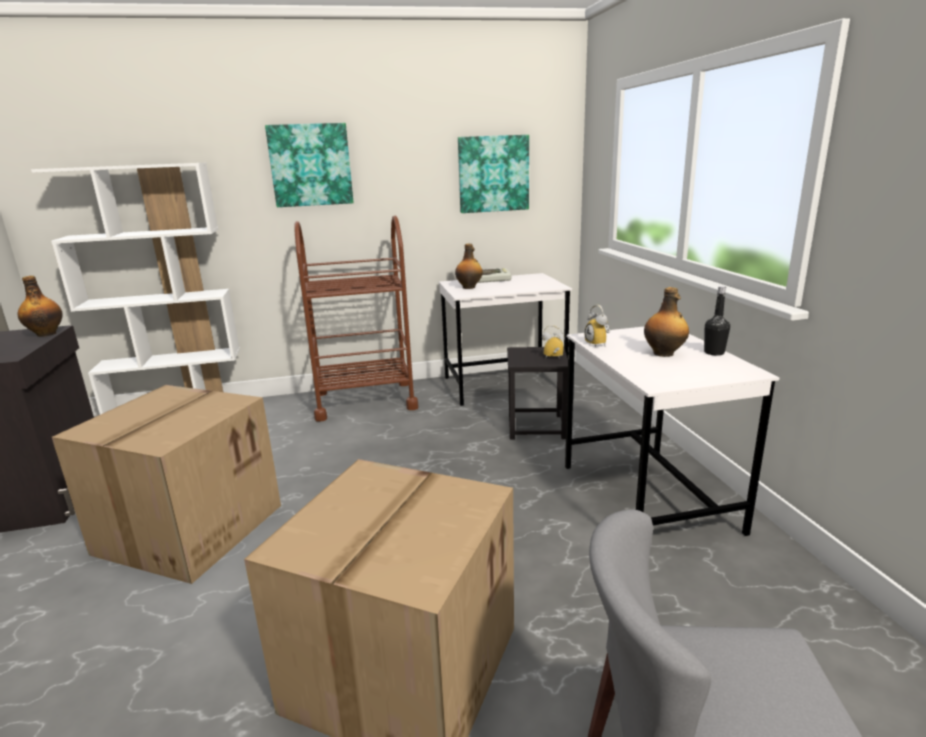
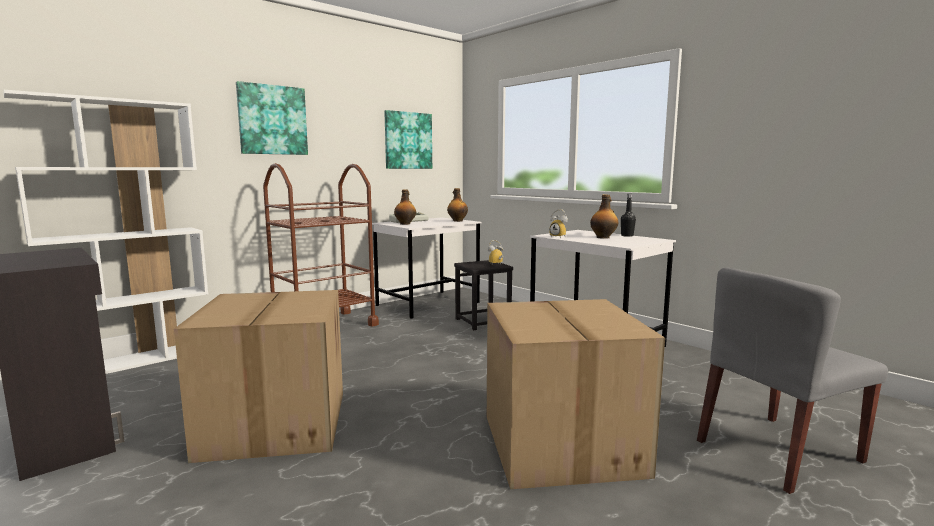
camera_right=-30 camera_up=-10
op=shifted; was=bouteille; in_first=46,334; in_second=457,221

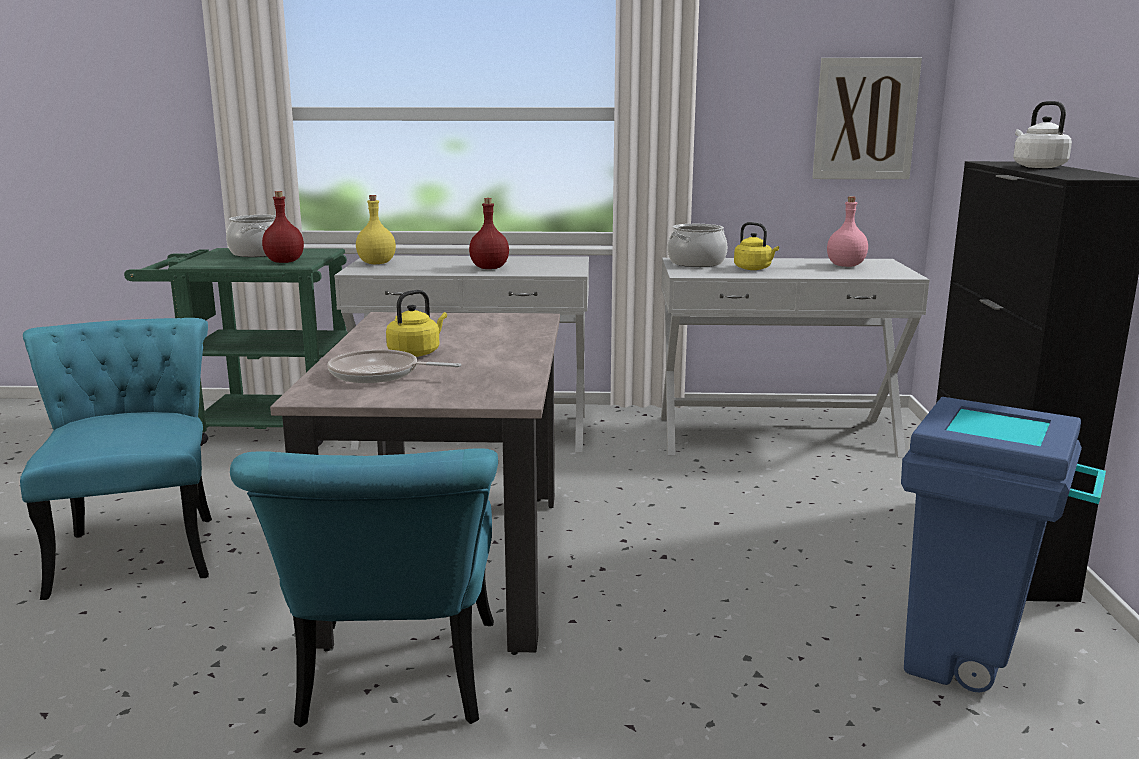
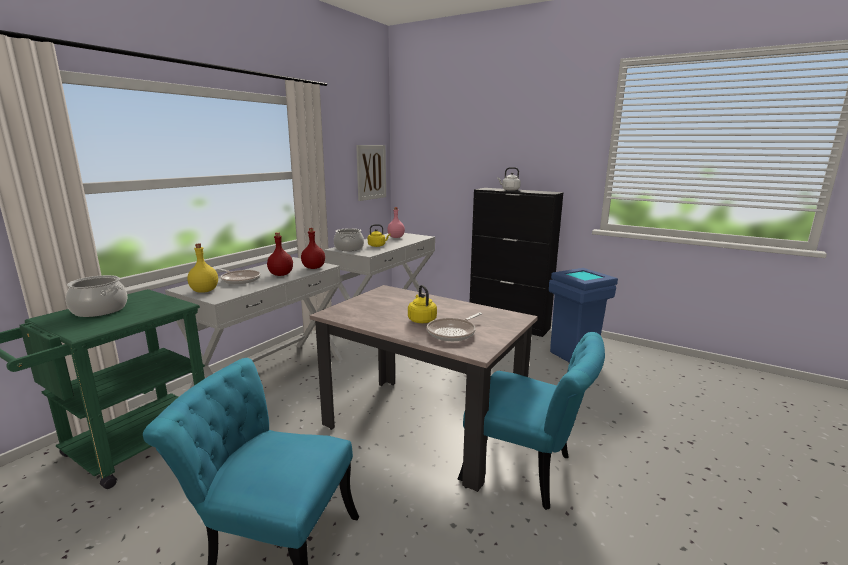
camera_right=-60 camera_up=0
op=new; now=poêle; in_second=239,279
op=shifted; was=bouteille [rouge]; in_first=285,262; in_second=313,268

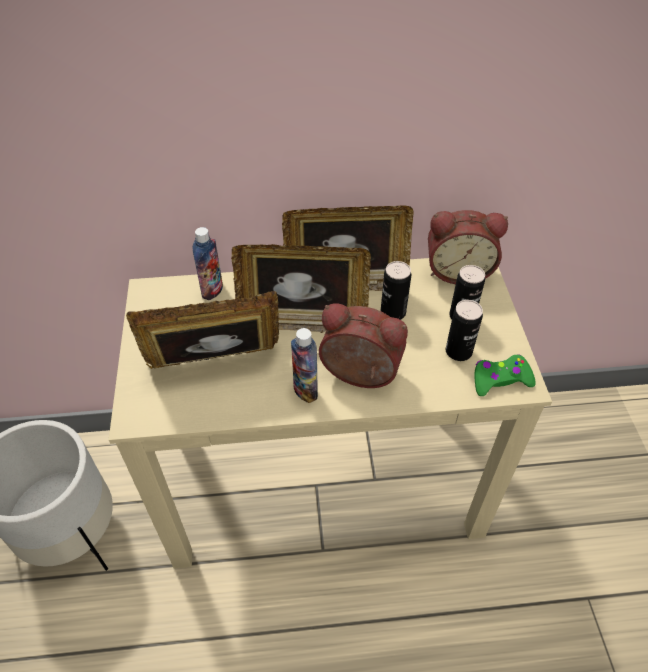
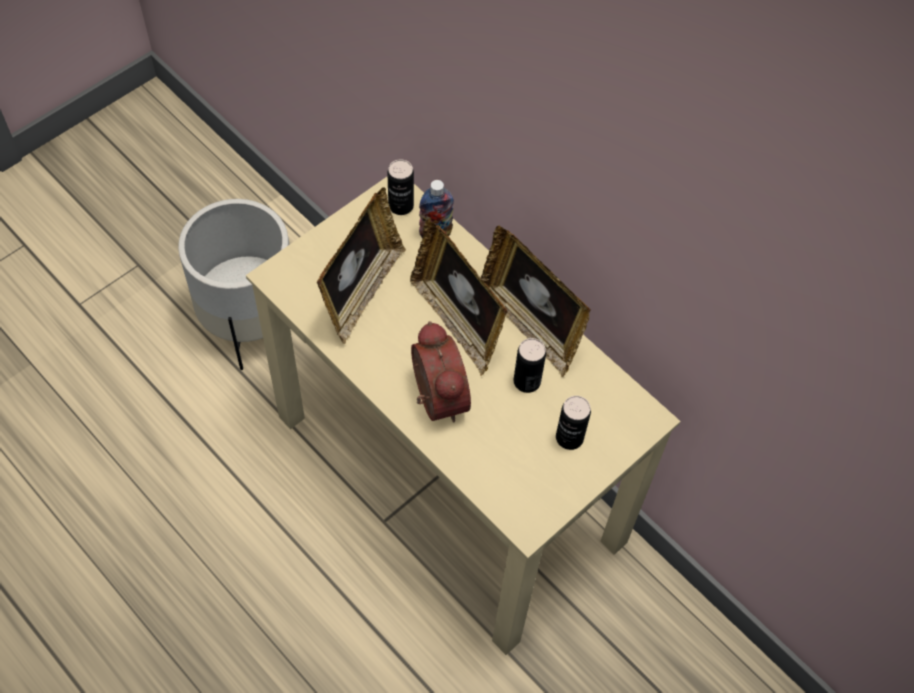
camera_right=50 camera_up=10
op=rotated; was=cadre photo; in_first=215,366; in_second=362,292; clockwise=75
op=shifted; was=boîte métallique; in_first=458,351; in_second=401,205
op=gone; was=bouteille; in_first=305,390
op=gone; was=réveil; in_first=458,270
op=gone; was=manette [vert]; in_first=500,380

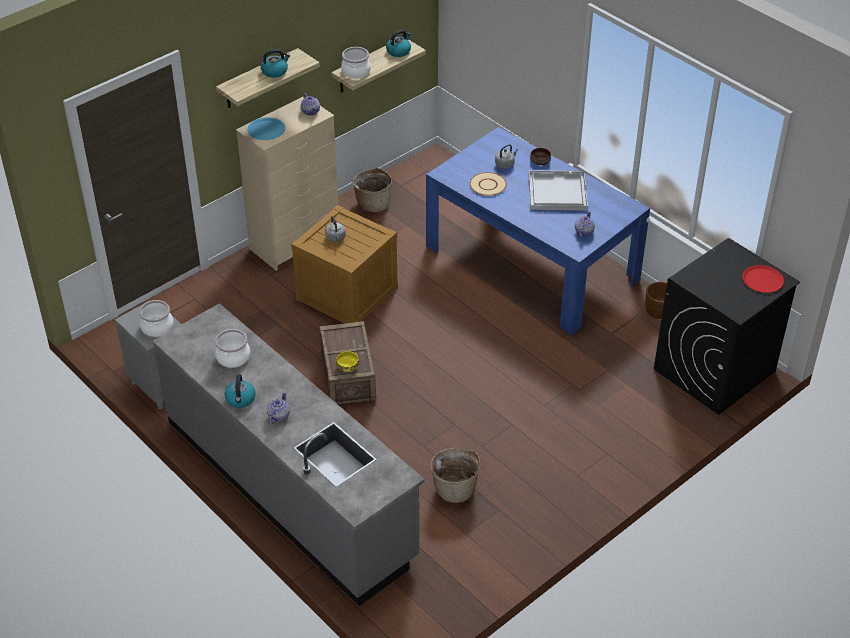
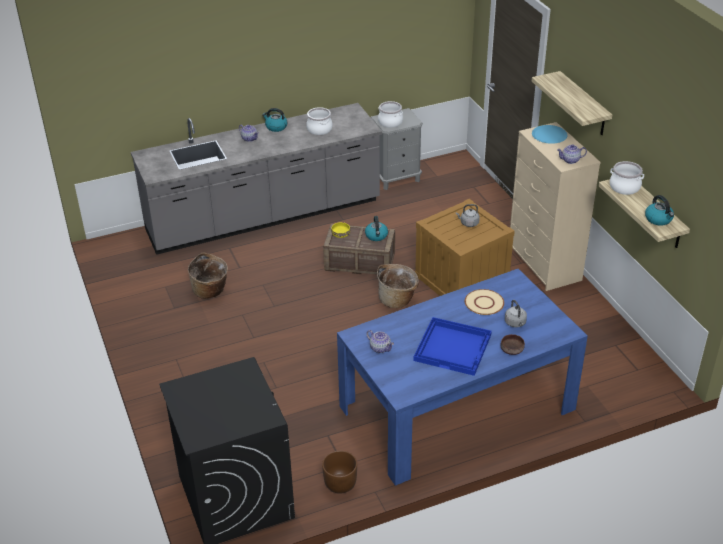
camera_right=110 camera_up=-5
op=shifted; was=bouilloire; in_first=275,71; in_second=376,236
op=shifted; was=panier; in_first=373,203; in_second=397,299
op=repainted; was=plateau [blanc]; now=plateau [bleu]; in_first=557,191; in_second=453,347
op=gone; was=assiette [rouge]; in_first=762,280

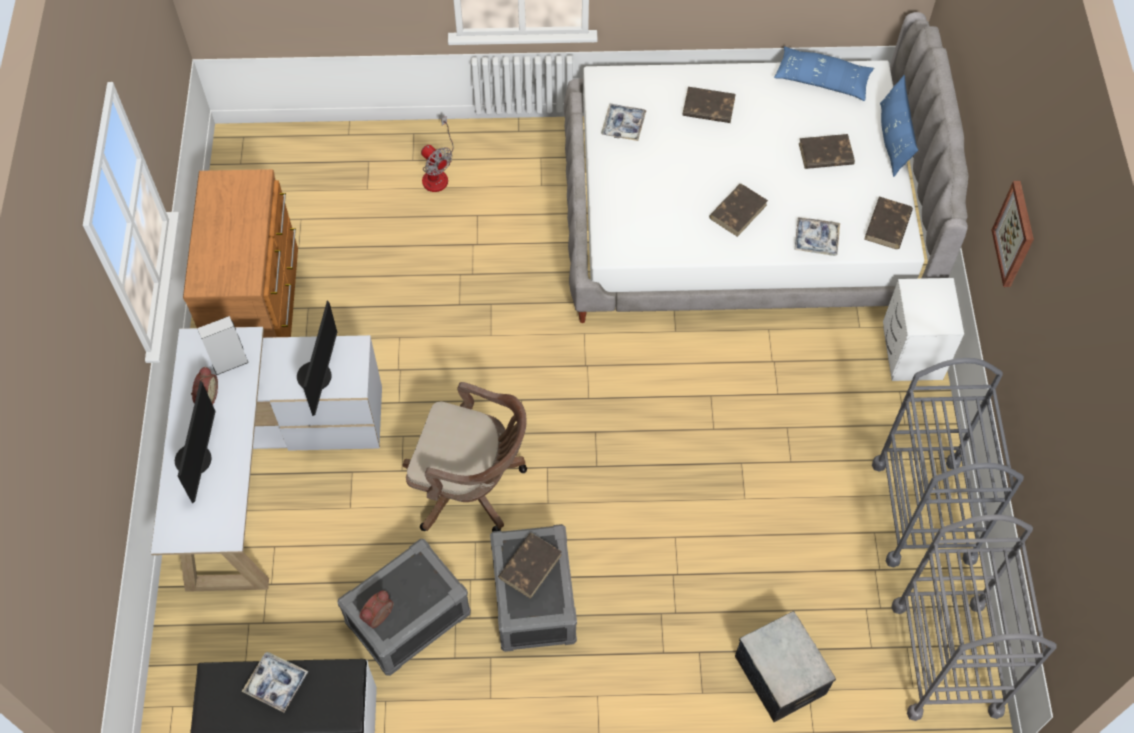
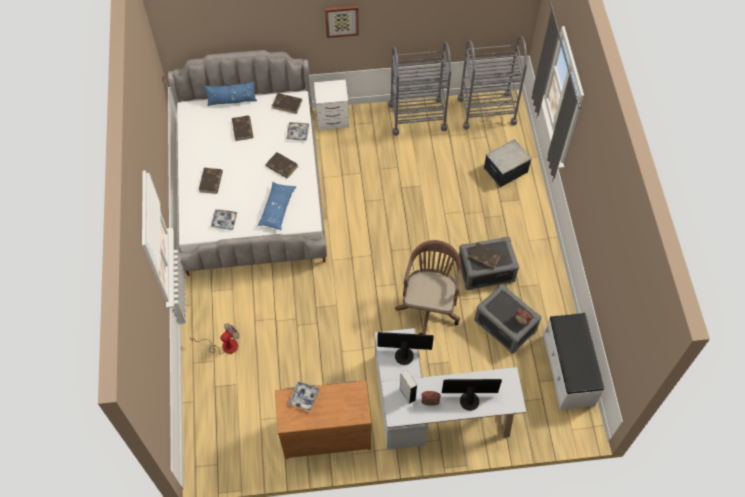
camera_right=-95 camera_up=0
op=shifted; was=coussin [bleu]; in_first=822,80; in_second=277,209
op=shifted; was=plateau; in_first=276,683; in_second=304,397

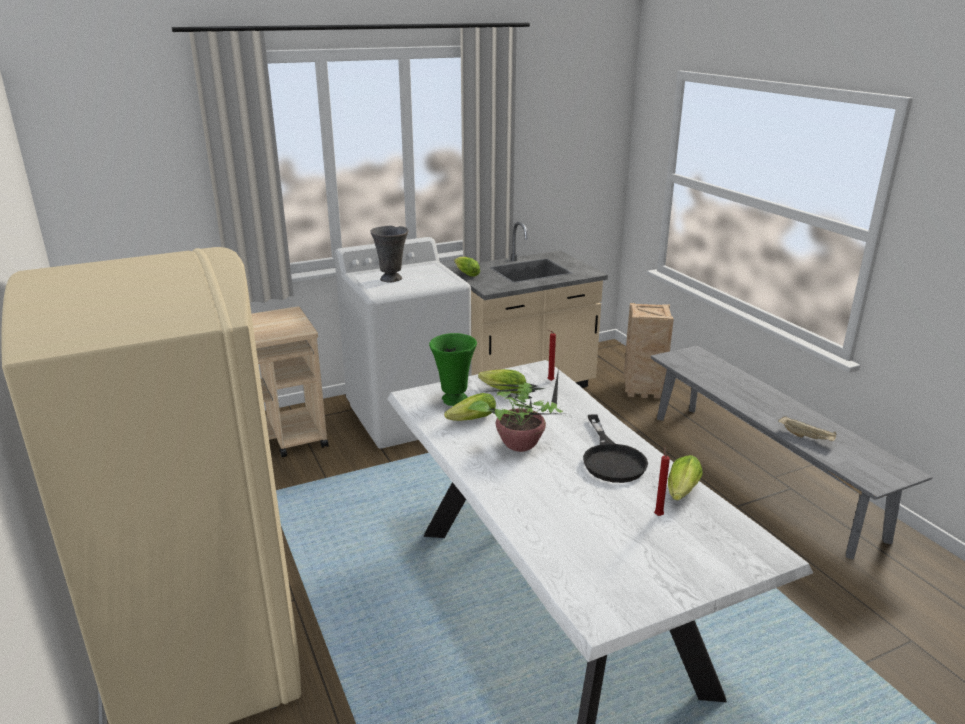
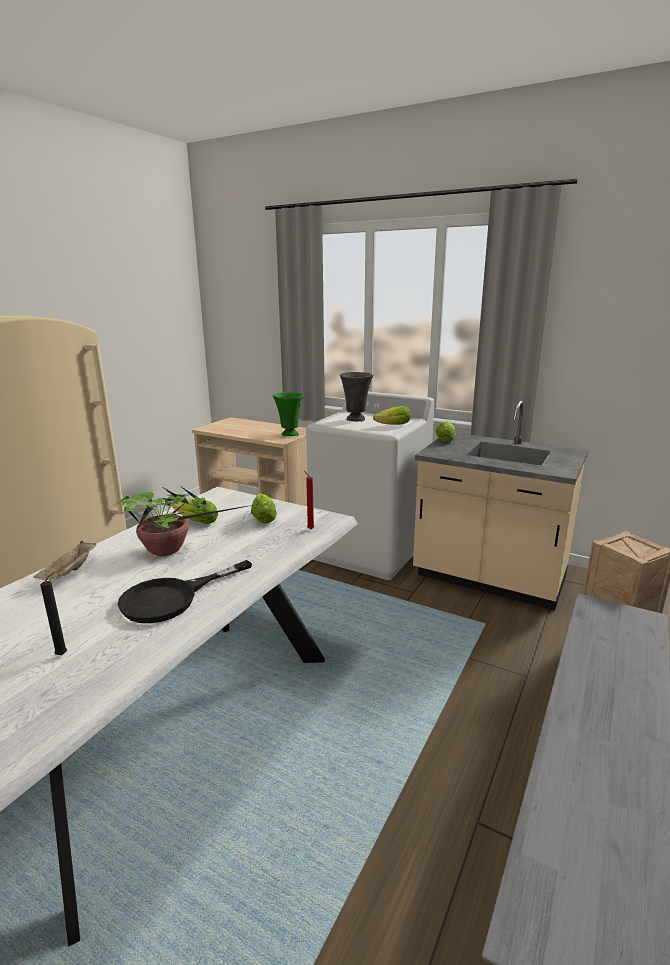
camera_right=55 camera_up=-5
op=shifted; was=plateau [beige]; in_first=806,437; in_second=70,572
op=repainted; was=bougie [rouge]; now=bougie [noir]; in_first=658,515; in_second=64,654
op=shifted; was=vase [vert]; in_first=454,400; in_second=289,434
op=shifted; was=laitue; in_first=681,493; in_second=391,425

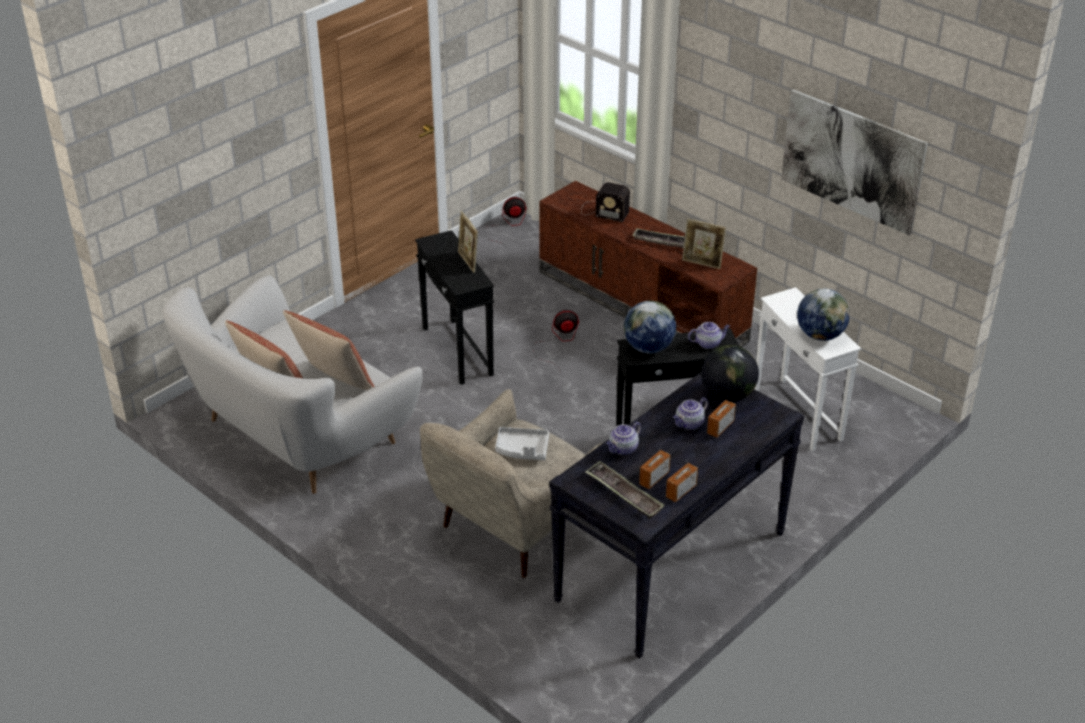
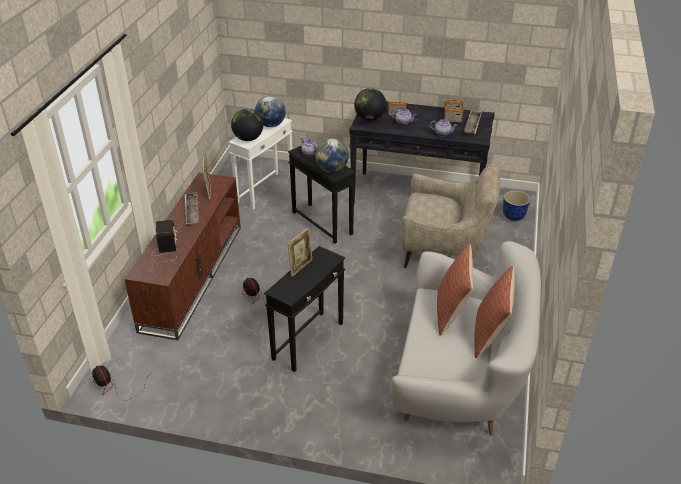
camera_right=-120 camera_up=0
op=new; now=globe; in_second=248,138
op=new; now=cache-pot; in_second=514,216
op=gone; was=plateau [gris]; in_first=522,450
op=gone; was=tableau; in_first=852,161

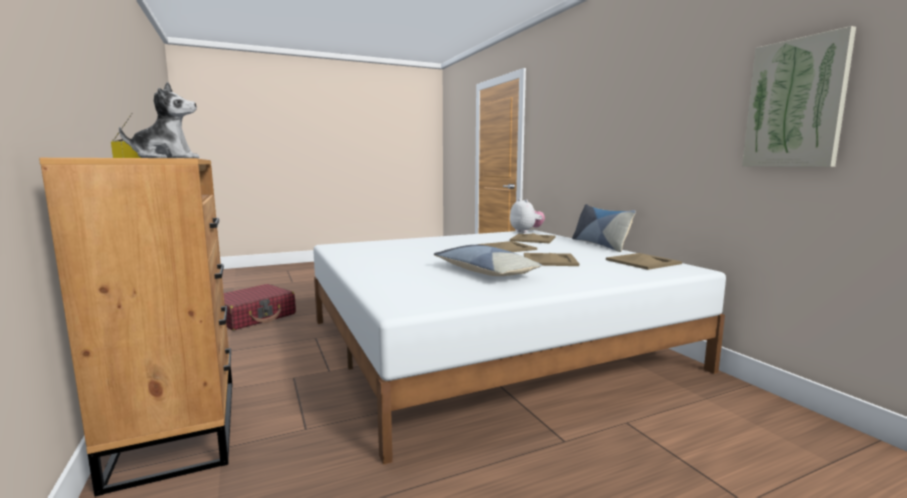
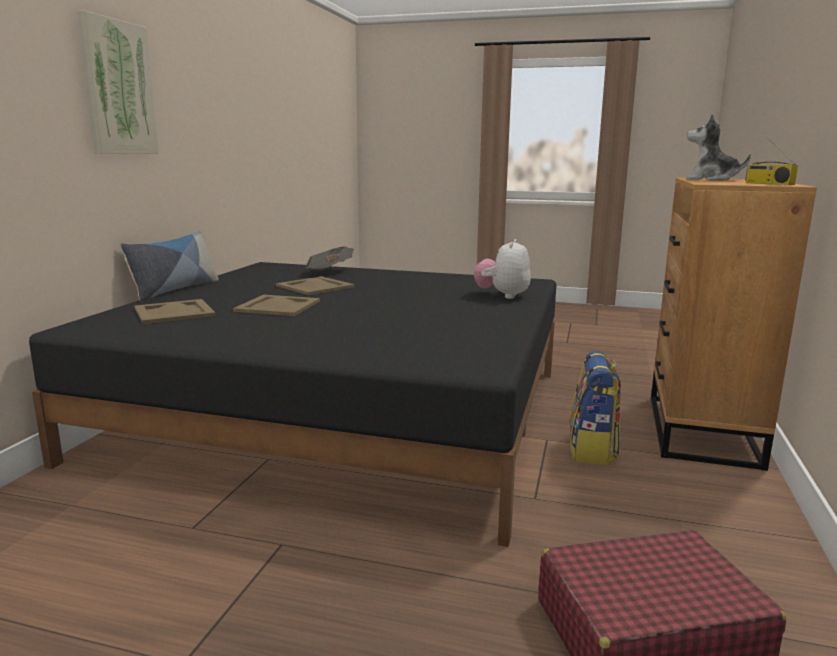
camera_right=-140 camera_up=5
op=repainted; was=lit [blanc]; now=lit [noir]; in_first=489,343; in_second=344,412
op=shifted; was=tableau; in_first=795,104; in_second=118,88
op=new; now=journal; in_second=329,272
op=shifted; was=peluche; in_first=526,231; in_second=502,296
op=new; now=sac à dos; in_second=592,450
op=gone; was=coussin; in_first=484,272
op=gone; was=plateau [beige]; in_first=642,262

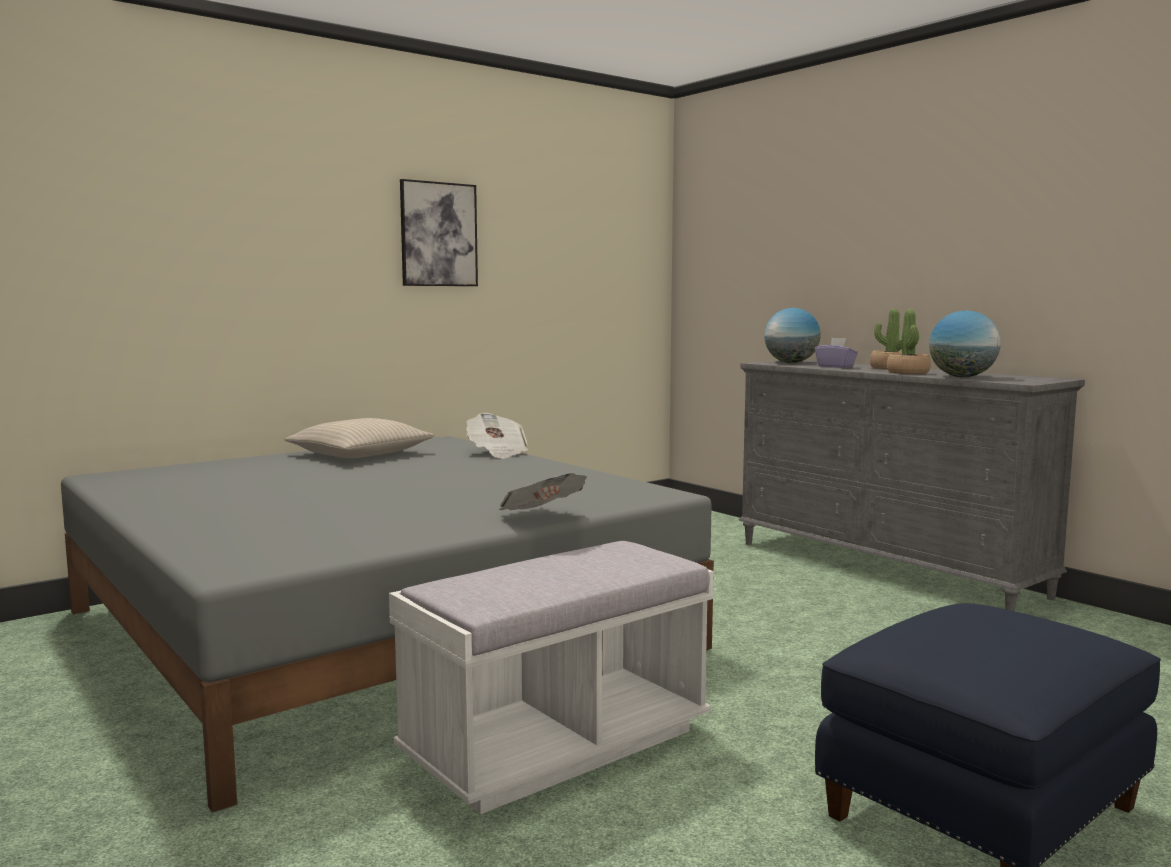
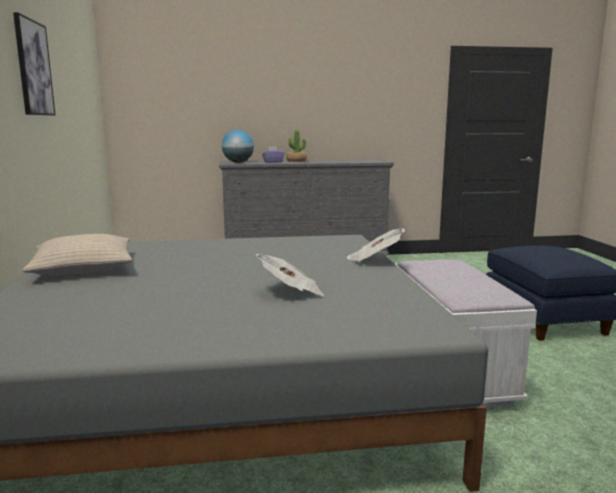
camera_right=-60 camera_up=5
op=shifted; was=journal; in_first=497,453; in_second=291,292
op=gone; was=plante en pot; in_first=908,372
op=gone; was=globe; in_first=962,377

